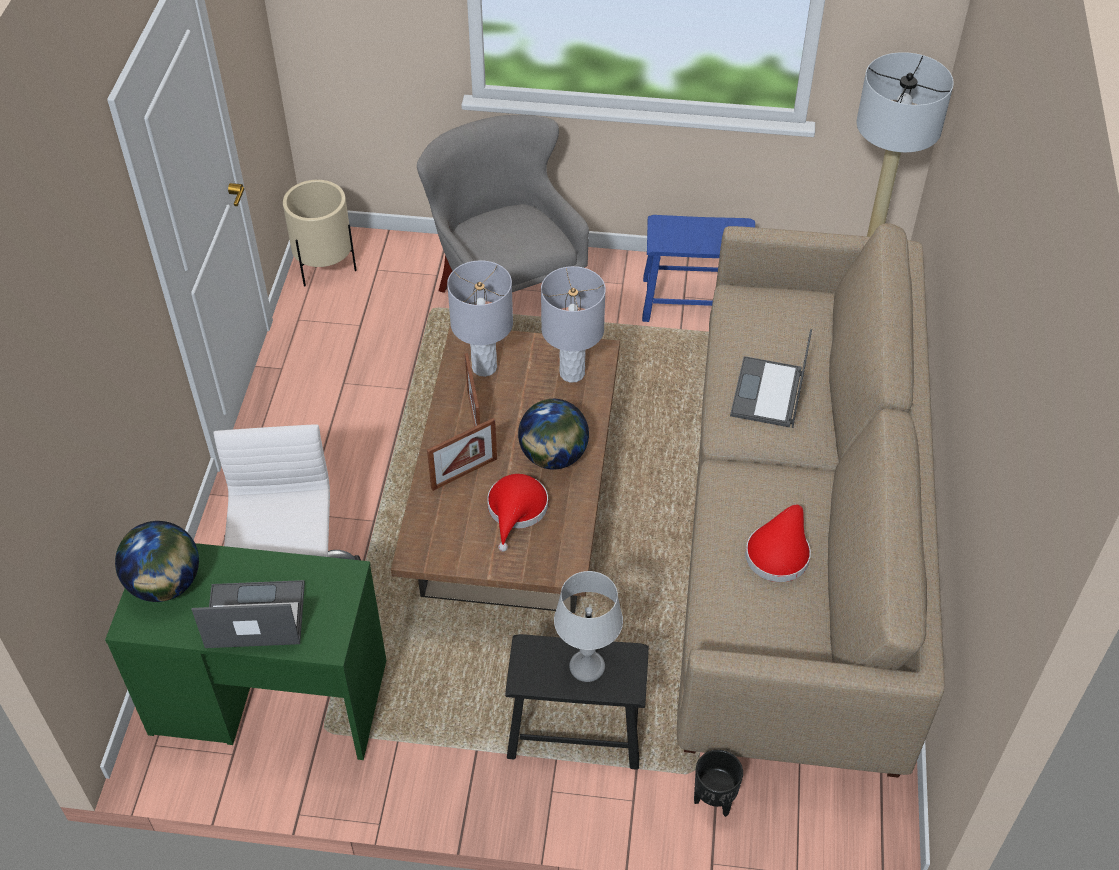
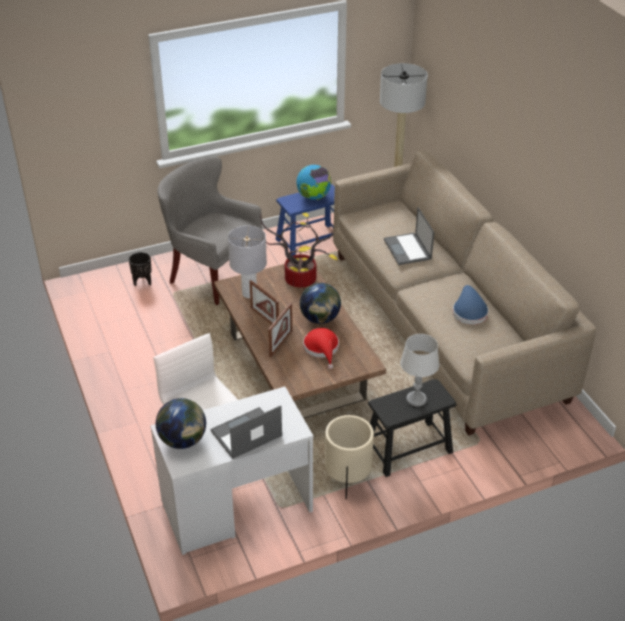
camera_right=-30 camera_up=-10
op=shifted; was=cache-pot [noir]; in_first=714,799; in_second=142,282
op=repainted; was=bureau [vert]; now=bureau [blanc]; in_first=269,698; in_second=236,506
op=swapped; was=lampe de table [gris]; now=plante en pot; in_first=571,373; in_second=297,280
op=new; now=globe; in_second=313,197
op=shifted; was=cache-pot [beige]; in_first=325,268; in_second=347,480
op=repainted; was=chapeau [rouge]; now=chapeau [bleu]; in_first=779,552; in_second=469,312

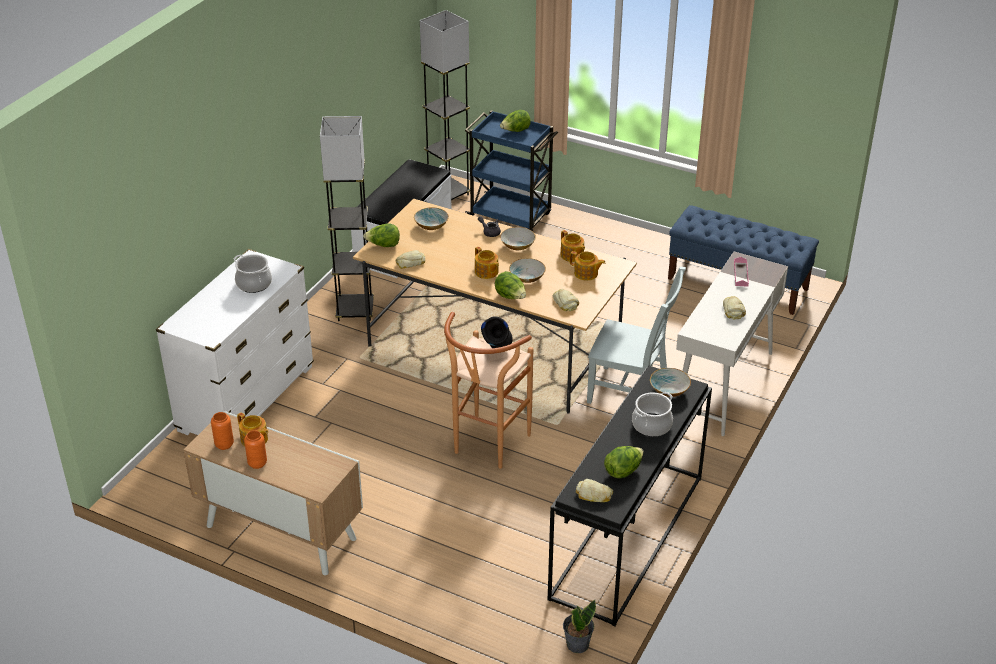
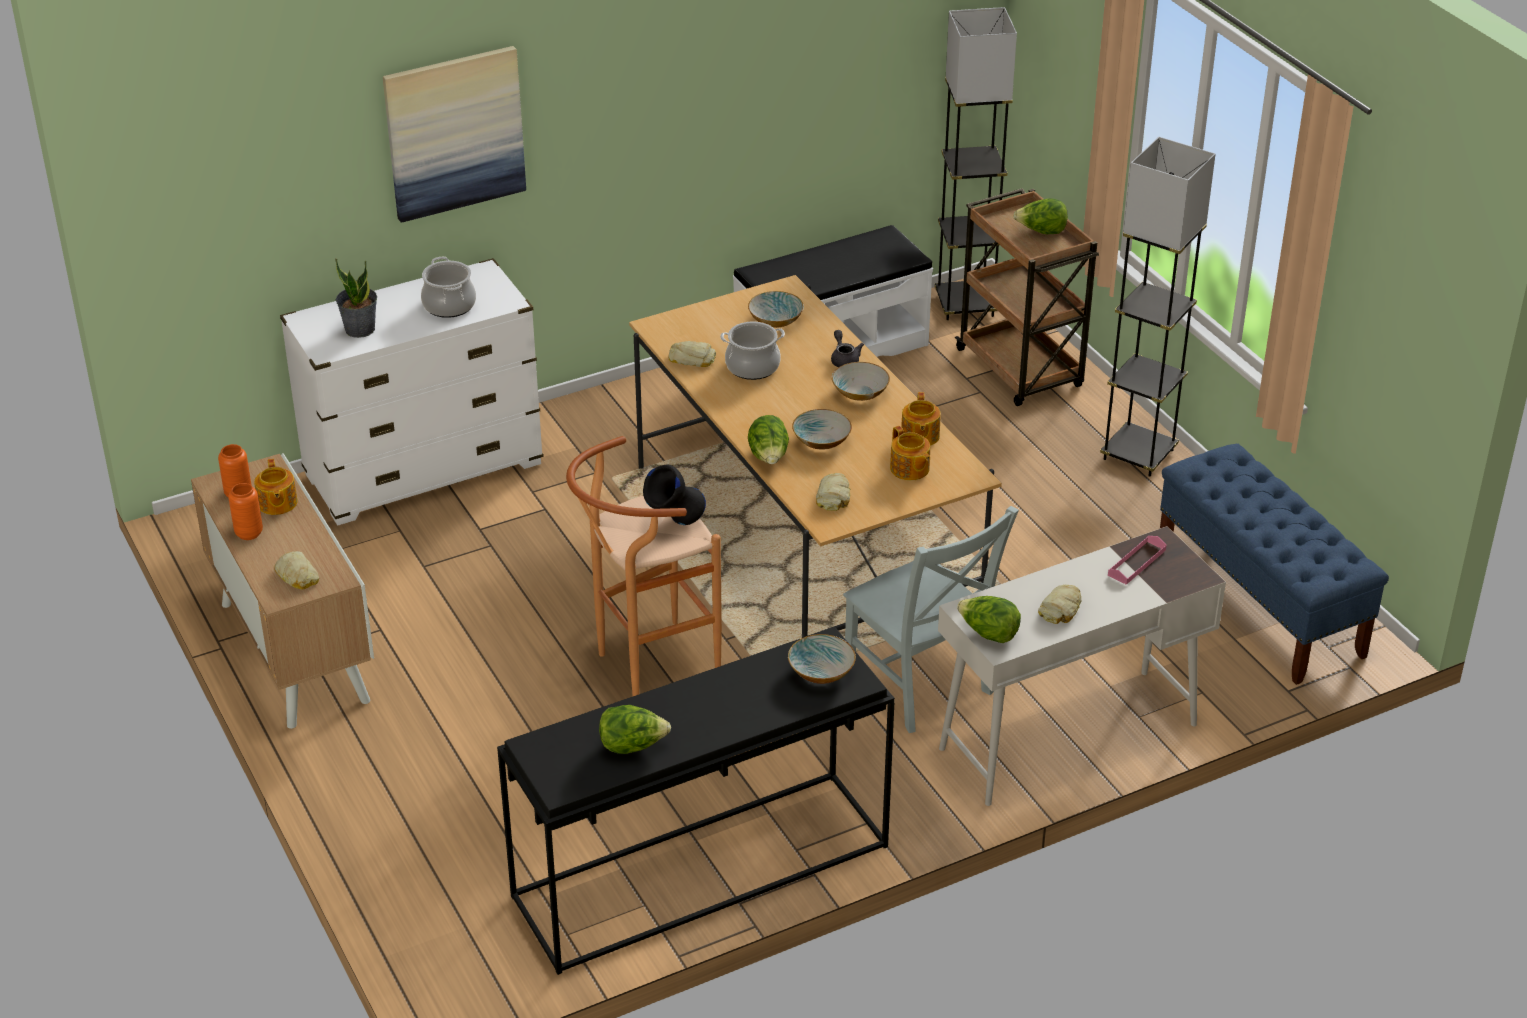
camera_right=35 camera_up=0
op=shifted; was=pain; in_first=594,495; in_second=297,576
op=shifted; was=plante en pot; in_first=577,644; in_second=360,329
op=new; now=tableau; in_second=454,132
op=shifted; was=marmite; in_first=651,425; in_second=752,367
op=repainted; was=chariot [bleu]; now=chariot [marron]; in_first=511,216; in_second=1021,370
op=shifted; was=laitue; in_first=383,245; in_second=988,634
op=shifted; was=lampadaire [gris]; in_first=355,311; in_second=1138,455
op=gone; was=théière; in_first=486,272

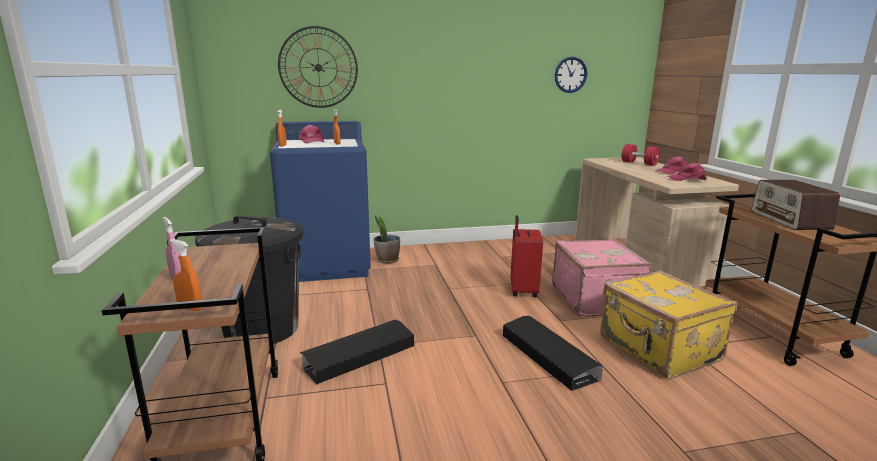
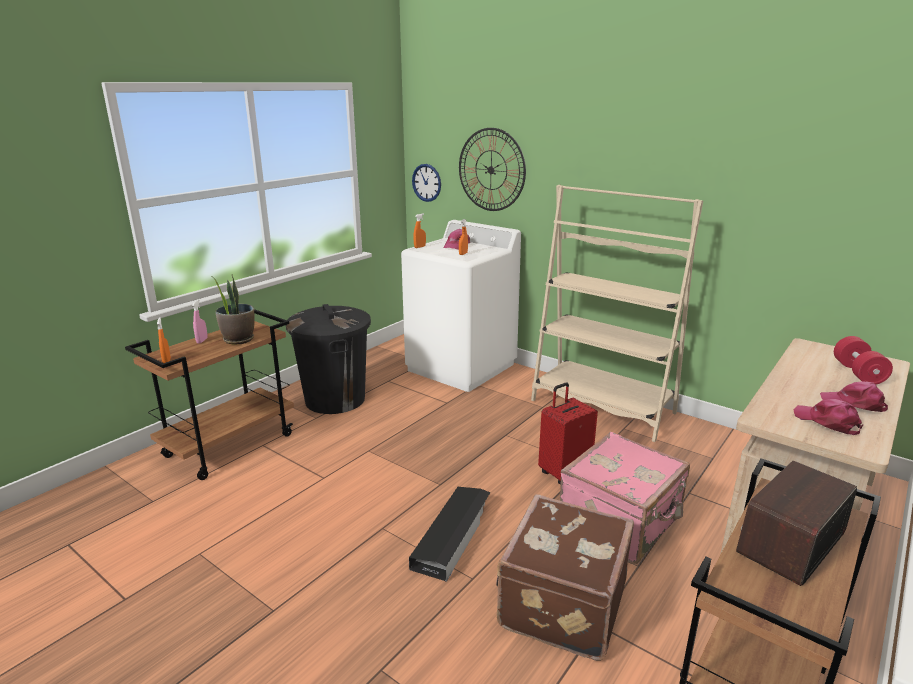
camera_right=50 camera_up=5
op=shifted; was=plante en pot; in_first=387,260; in_second=238,339
op=repainted; was=lave-linge [bleu]; now=lave-linge [blanc]; in_first=328,264; in_second=461,367
op=shifted; was=horloge murale; in_first=570,74; in_second=426,182
op=repainted; was=valise [jaune]; now=valise [marron]; in_first=658,349; in_second=560,603
op=new; now=bibliothèque [beige]; in_second=602,407
op=gone; was=boîte de rangement [noir]; in_first=359,356

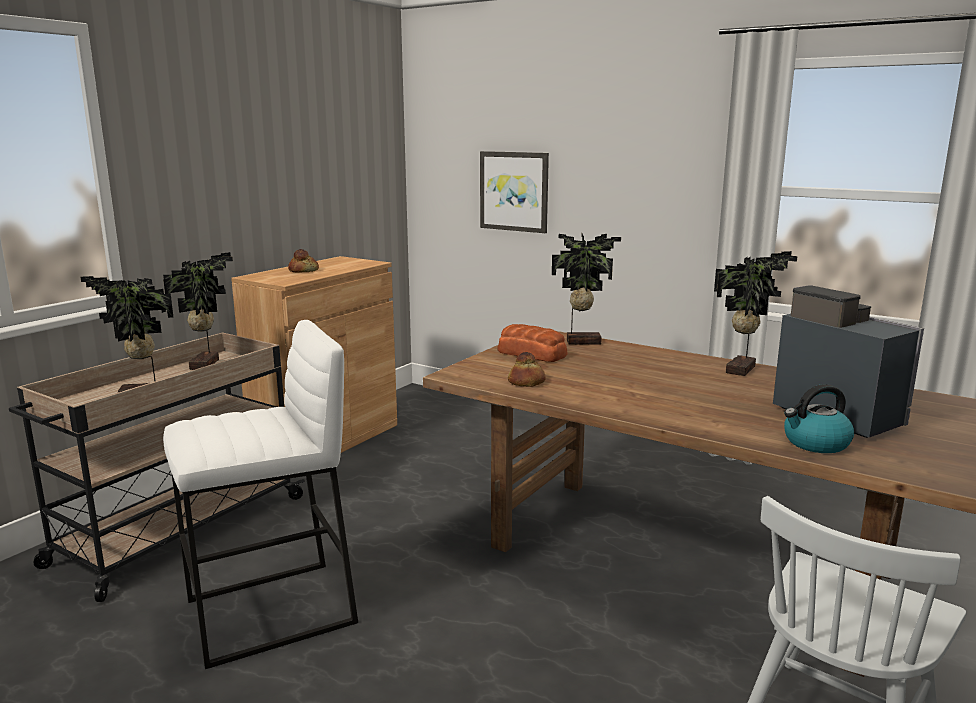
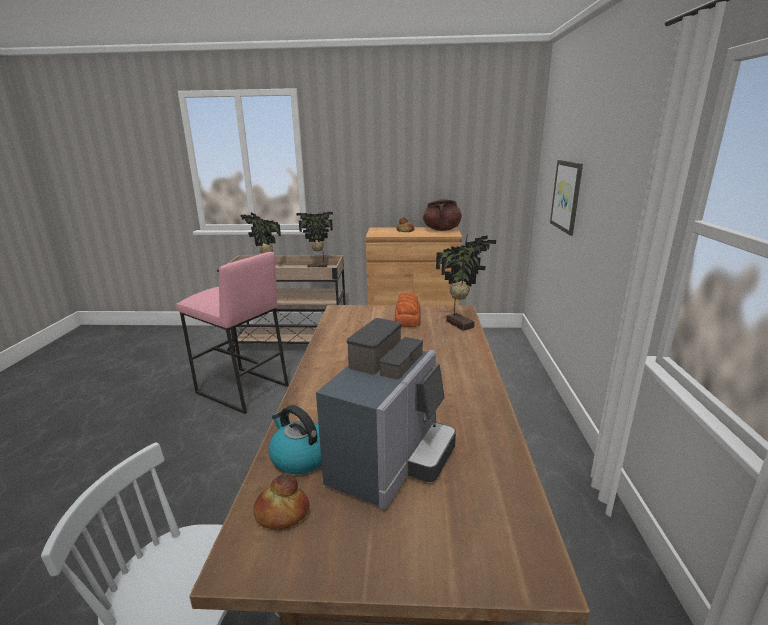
camera_right=60 camera_up=5
op=repainted; was=tabouret [blanc]; now=tabouret [rose]; in_first=271,613; in_second=241,389
op=shifted; was=pain; in_first=527,382; in_second=281,513
op=new; now=marmite [marron]; in_second=442,230
op=gone; was=plante en pot; in_first=743,370

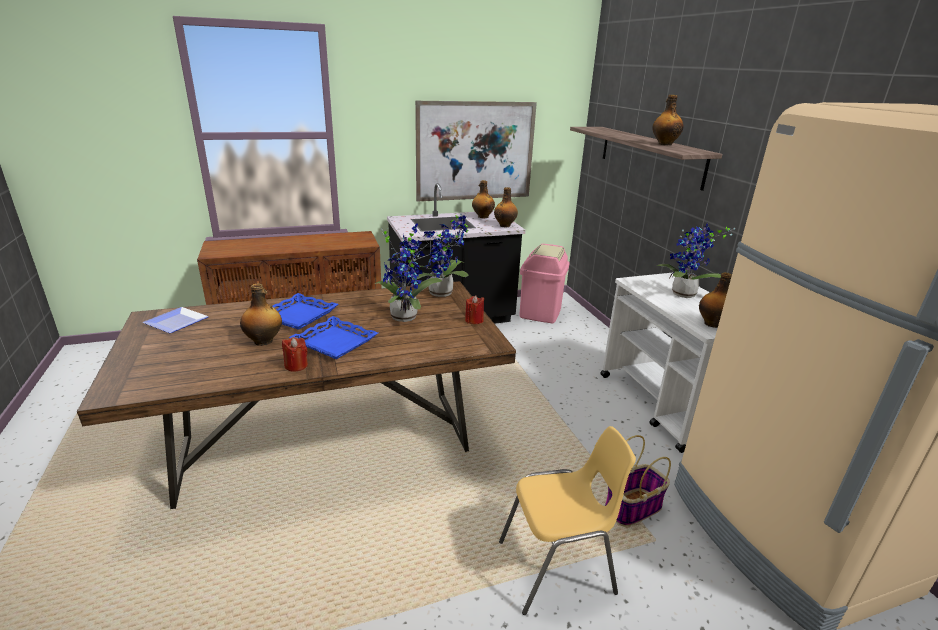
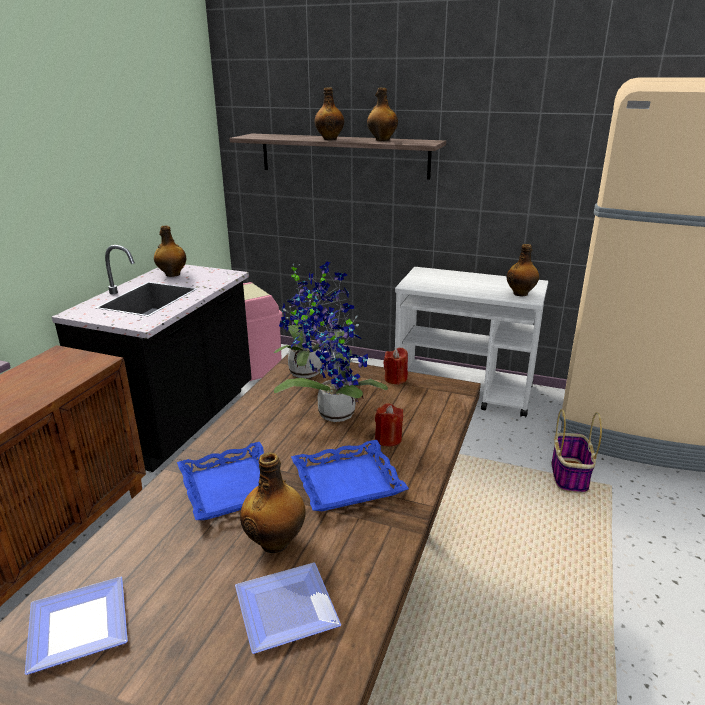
camera_right=-50 camera_up=0
op=new; now=assiette; in_second=288,606
op=shifted; was=bouteille; in_first=505,225; in_second=330,139
op=shifted; was=bougie [rouge]; in_first=296,365; in_second=388,439
op=gone; was=tableau; in_first=475,151
op=gone; was=chaise [jaune]; in_first=557,568
op=gone; was=plante en pot; in_first=683,295

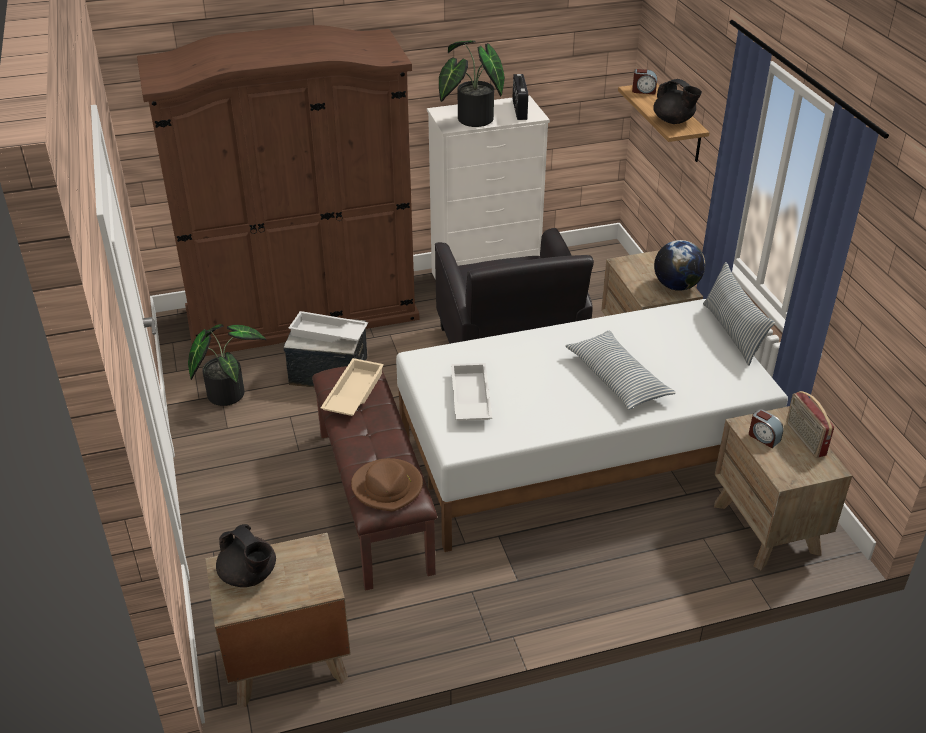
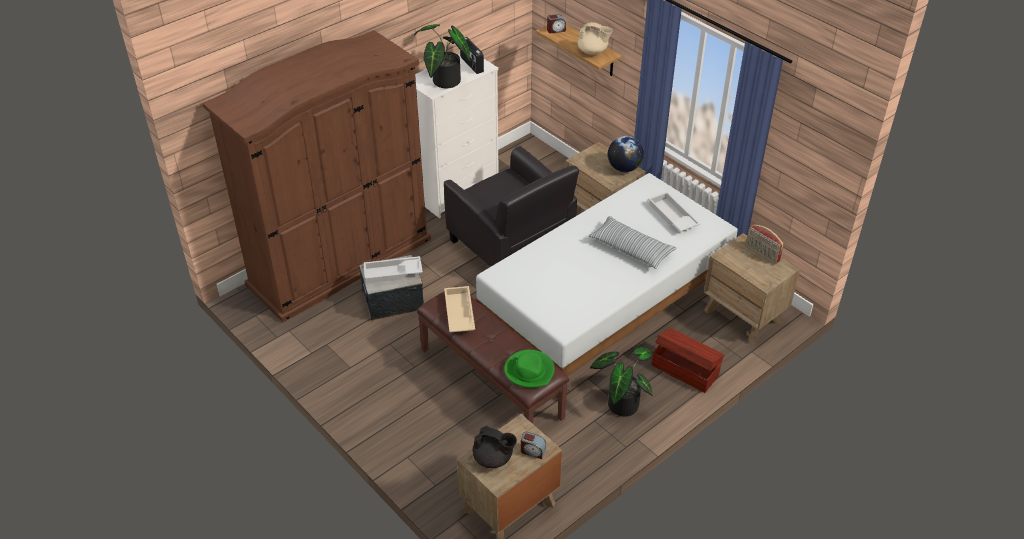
camera_right=-25 camera_up=5
op=repainted; was=chapeau [marron]; now=chapeau [vert]; in_first=388,487; in_second=529,371
op=shifted; was=réveil; in_first=763,437; in_second=532,451
op=repainted; was=théière [noir]; now=théière [beige]; in_first=673,121; in_second=593,51
op=shifted; was=plante en pot; in_first=227,391; in_second=621,402
op=shifted; was=plateau [blanc]; in_first=469,398; in_second=672,216
op=new; now=boîte de rangement [marron]; in_second=684,369
op=gone; was=coussin; in_first=732,332

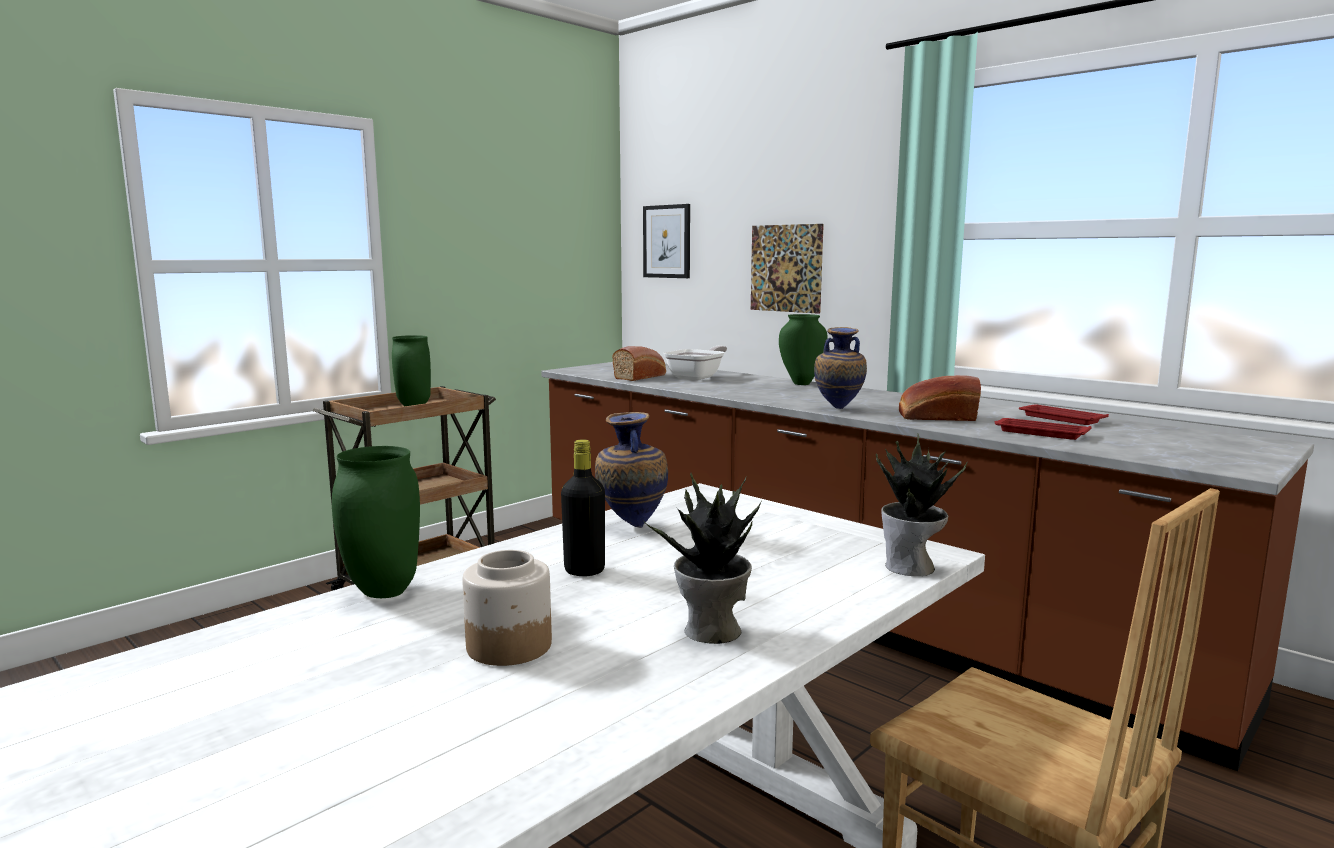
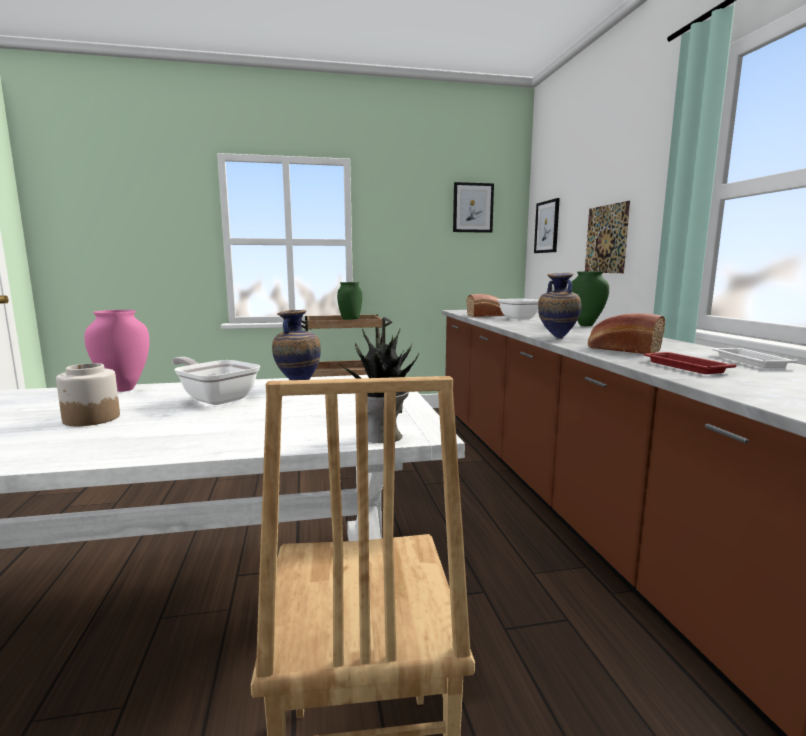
camera_right=35 camera_up=0
op=repainted; was=vase [vert]; now=vase [rose]; in_first=385,592; in_second=123,389
op=swapped; was=bouteille [noir]; now=poêle; in_first=584,570; in_second=216,398
op=new; now=tableau; in_second=473,208
op=repainted; was=plateau [rouge]; now=plateau [blanc]; in_first=1059,418; in_second=749,361
op=gone; was=plante en pot; in_first=711,631

